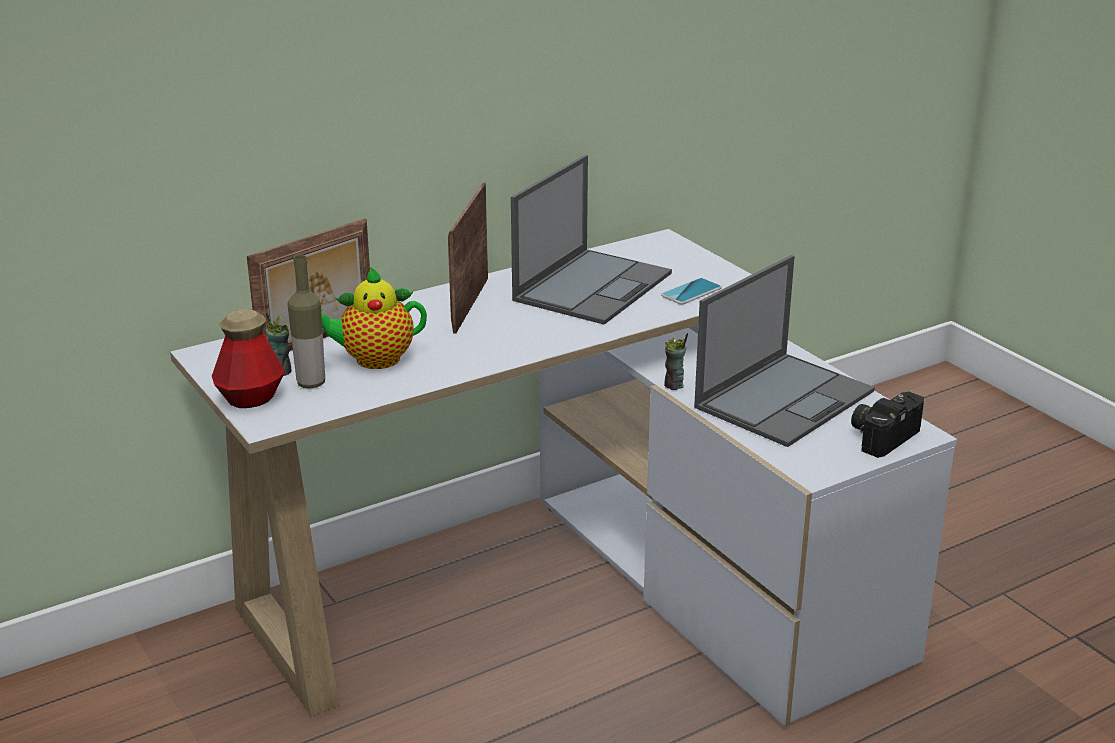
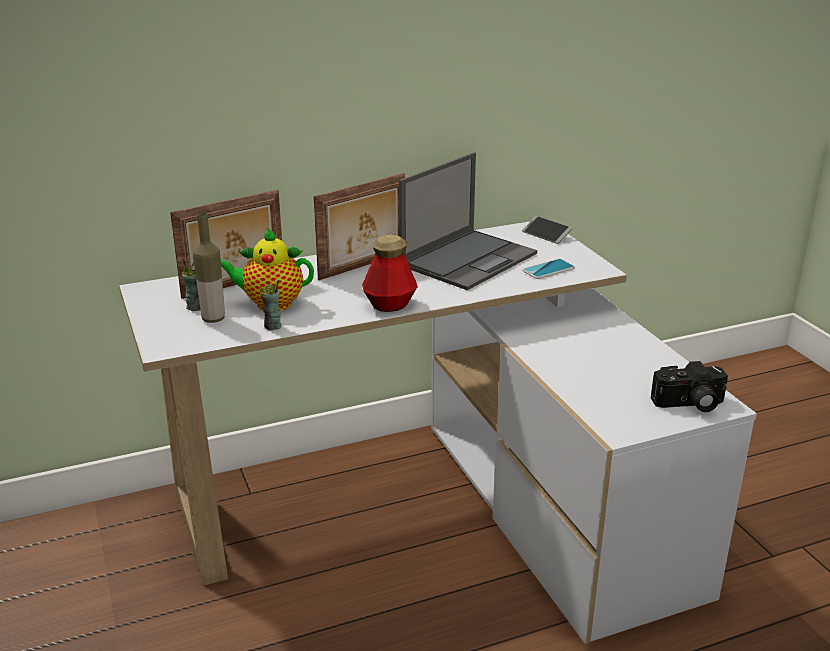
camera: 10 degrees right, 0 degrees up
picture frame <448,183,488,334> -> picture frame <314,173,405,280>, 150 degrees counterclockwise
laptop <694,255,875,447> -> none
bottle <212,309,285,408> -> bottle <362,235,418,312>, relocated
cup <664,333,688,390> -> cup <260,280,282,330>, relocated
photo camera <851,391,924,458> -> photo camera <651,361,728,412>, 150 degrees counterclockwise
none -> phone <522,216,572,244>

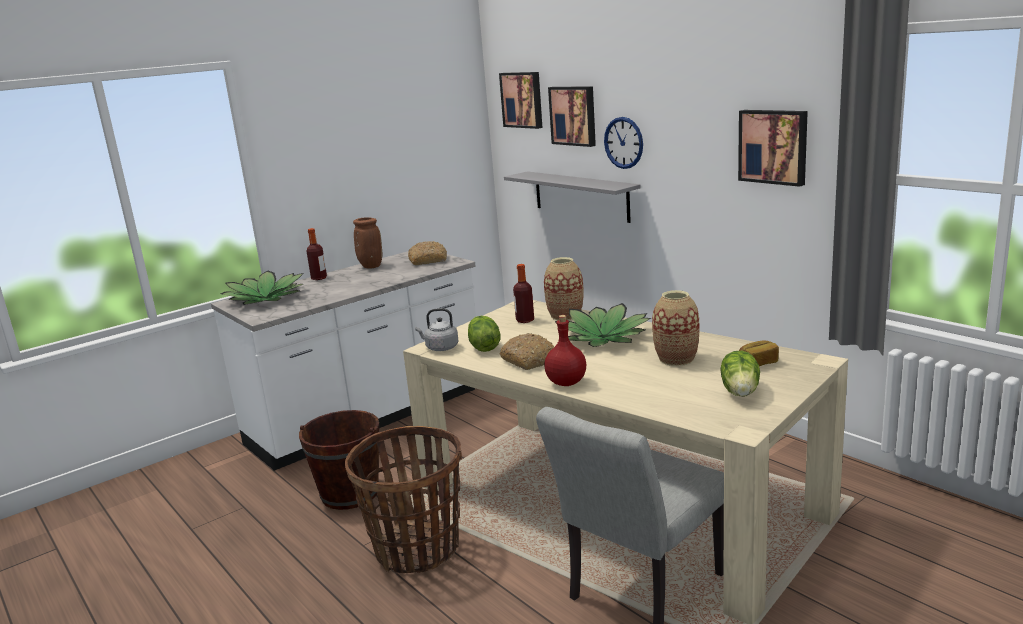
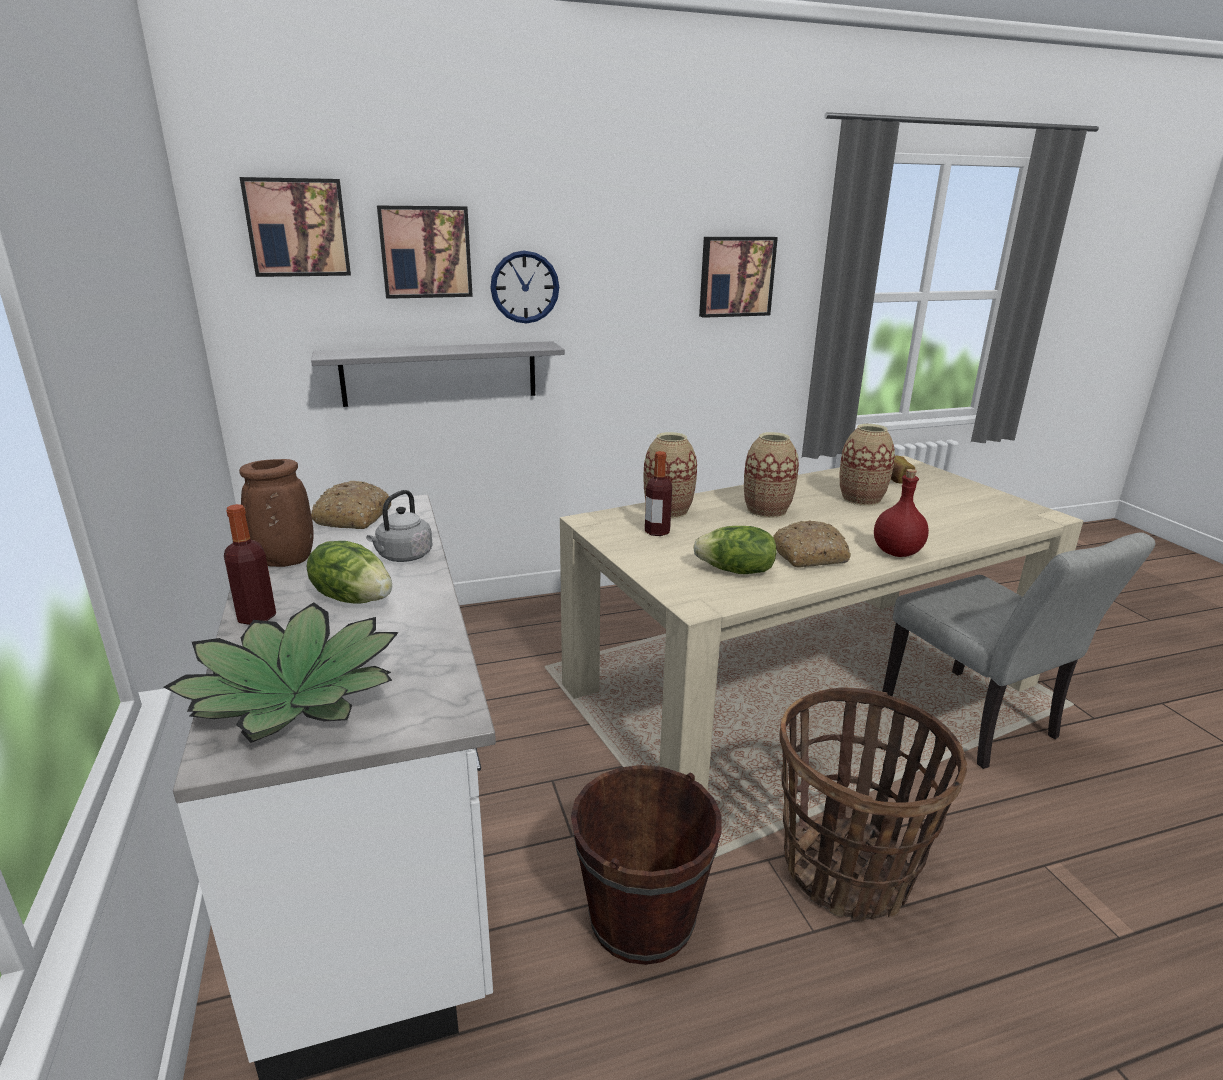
camera: 70 degrees left, 5 degrees up
potted plant <554,303,651,347> -> vase <744,432,799,518>
grey kettle <415,308,458,351> -> grey kettle <366,490,433,562>, relocated
lettuce <721,351,760,397> -> lettuce <307,541,392,603>, relocated

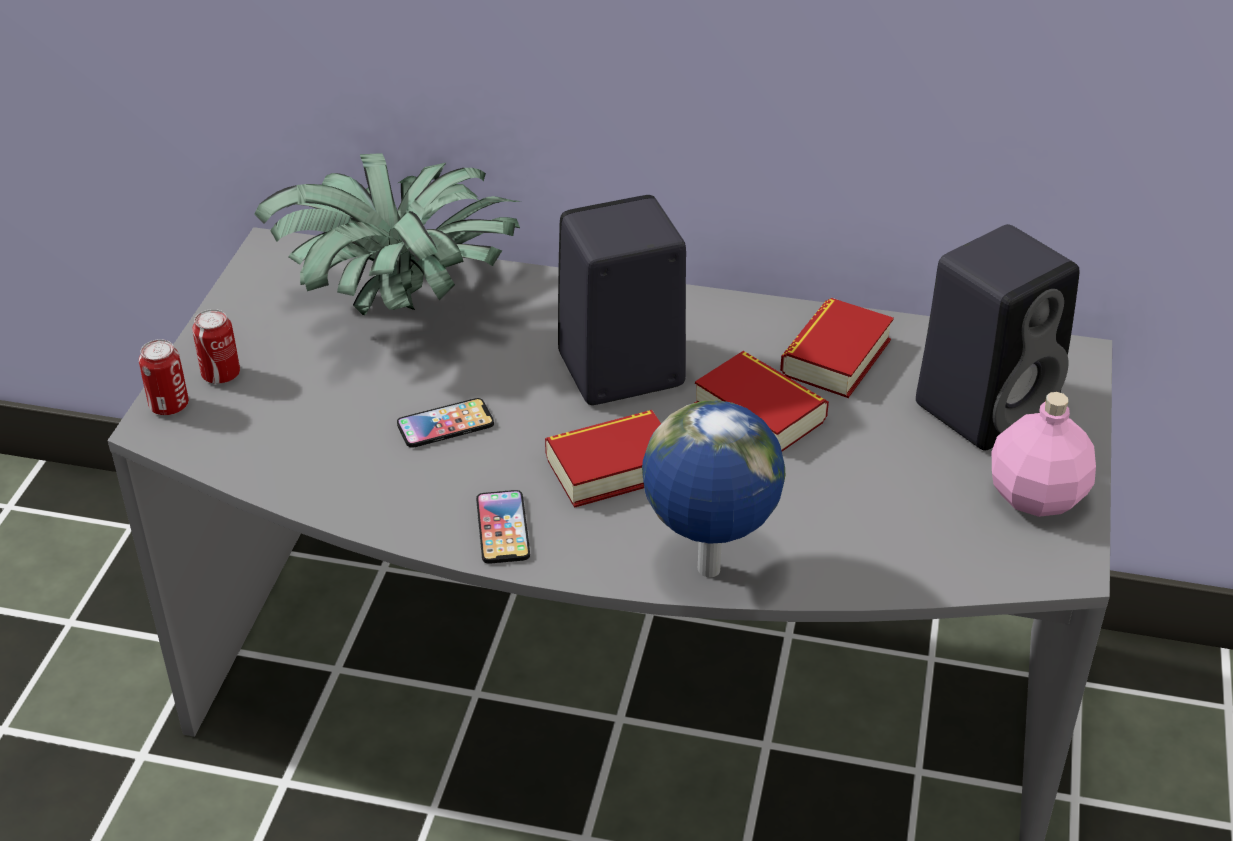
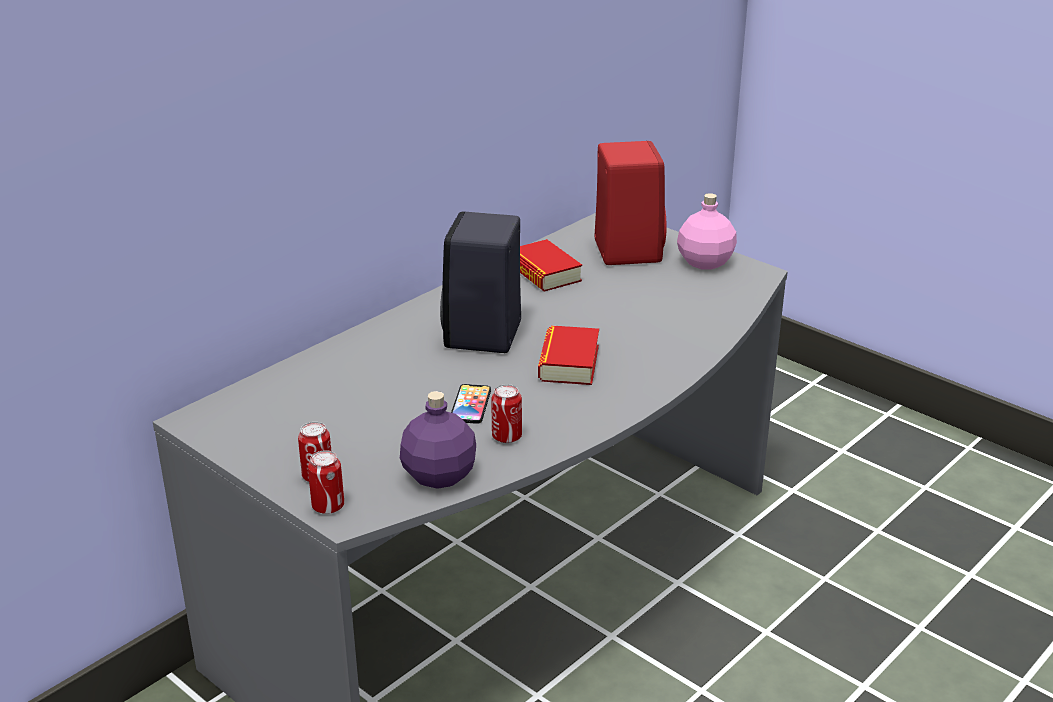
camera: 60 degrees left, 10 degrees down
potted plant <255,153,520,315> -> none
black speaker <916,224,1079,451> -> red speaker <595,141,667,265>
book <694,351,829,451> -> none
globe <642,400,785,577> -> none
phone <476,490,530,564> -> none
none -> can <492,384,522,443>
none -> purple bottle <400,391,476,489>

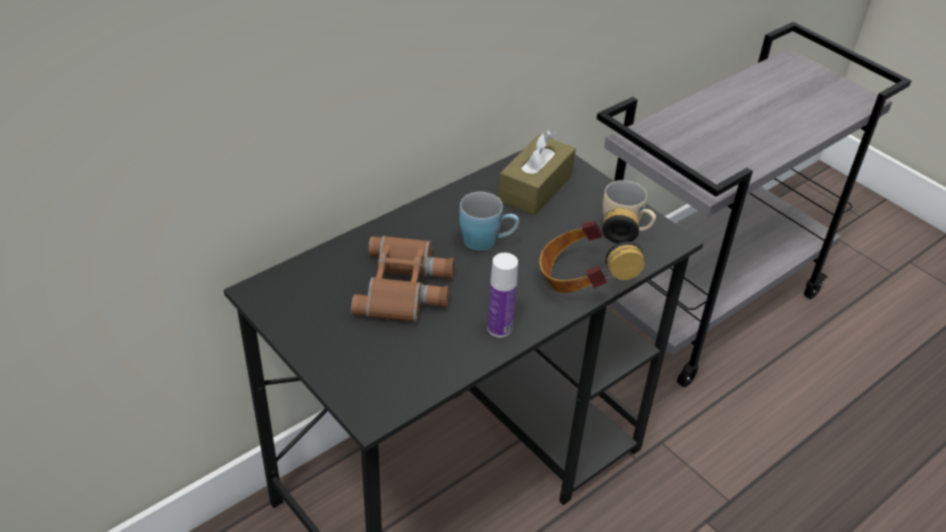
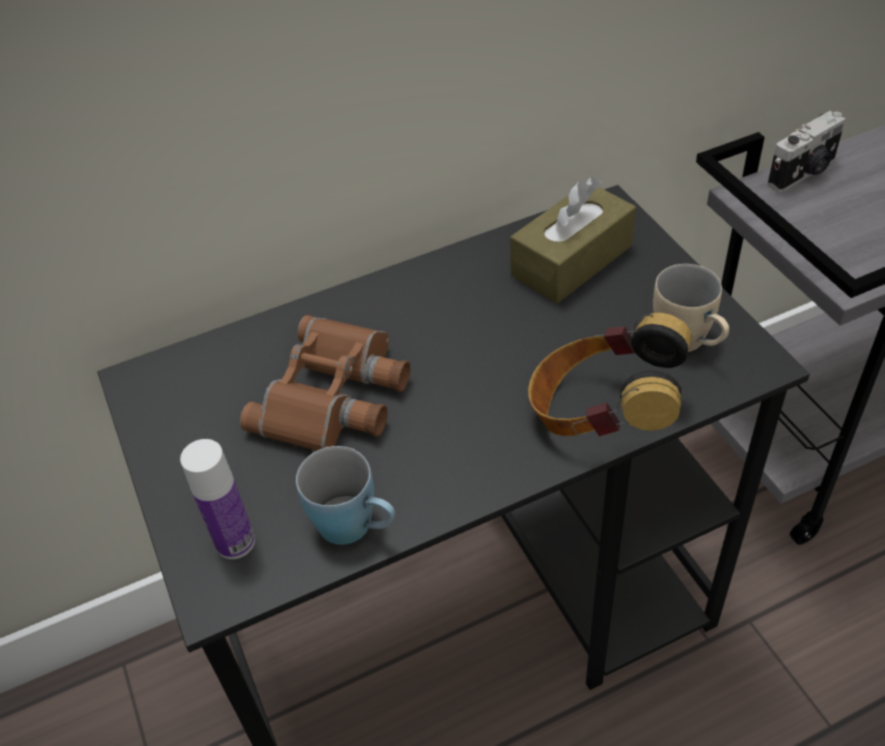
camera: 20 degrees right, 5 degrees up
blue mug <459,192,519,251> -> blue mug <296,446,395,545>, relocated
bottle <487,253,518,337> -> bottle <180,439,255,559>, relocated
none -> photo camera <767,111,846,192>

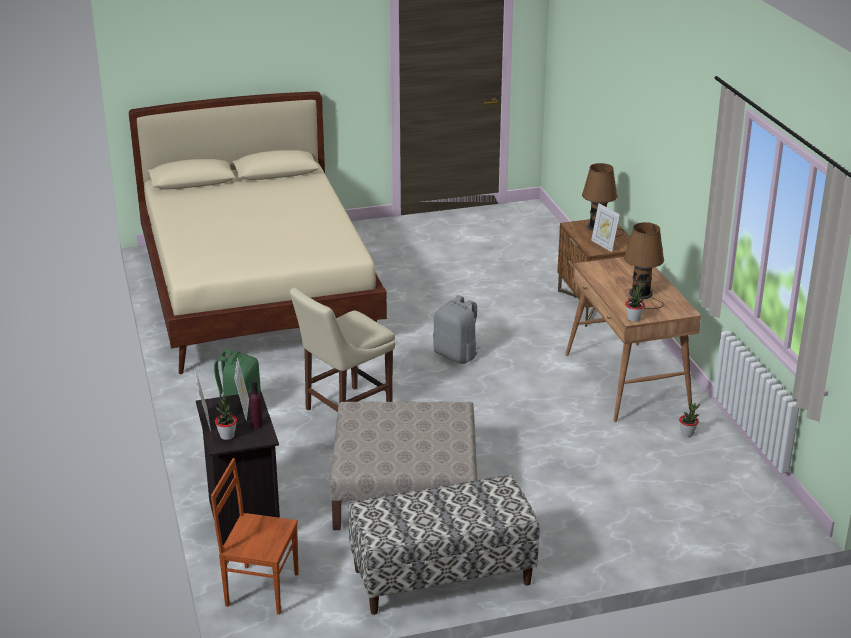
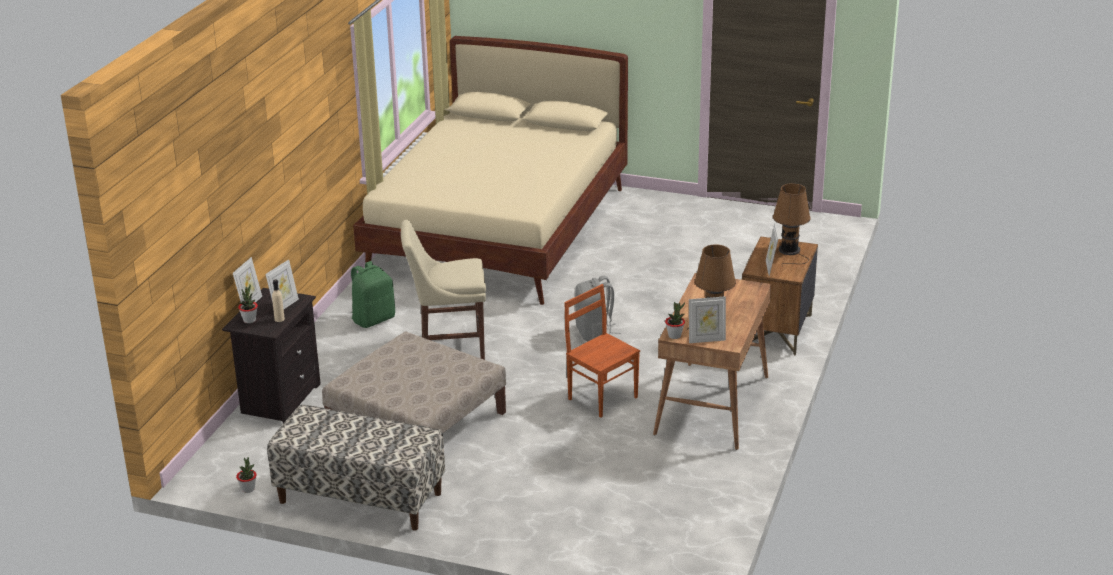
camera: 35 degrees right, 0 degrees up
purple bottle <250,380,263,428> -> beige bottle <272,280,285,322>
potted plant <679,402,700,437> -> potted plant <236,457,257,493>, relocated
brown chair <211,458,299,615> -> brown chair <564,284,640,418>, relocated
none -> picture frame <689,296,726,343>

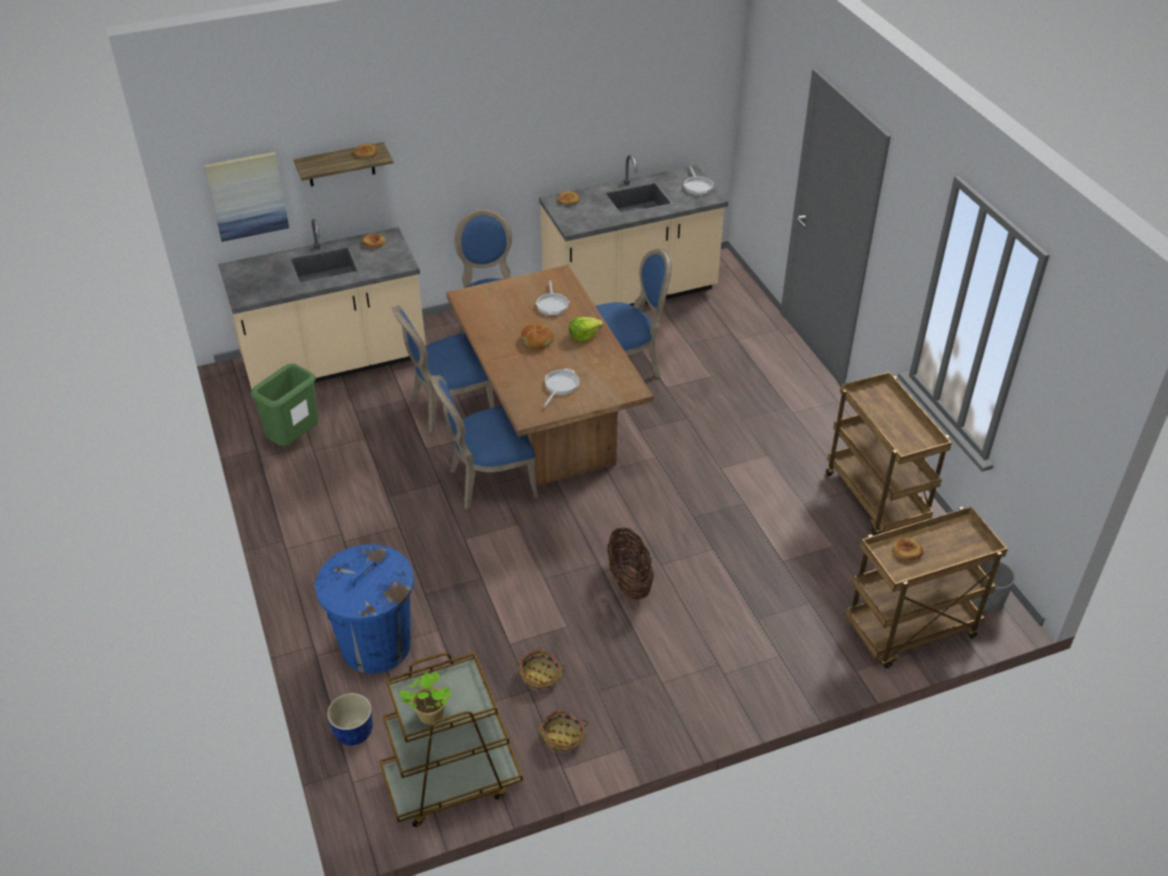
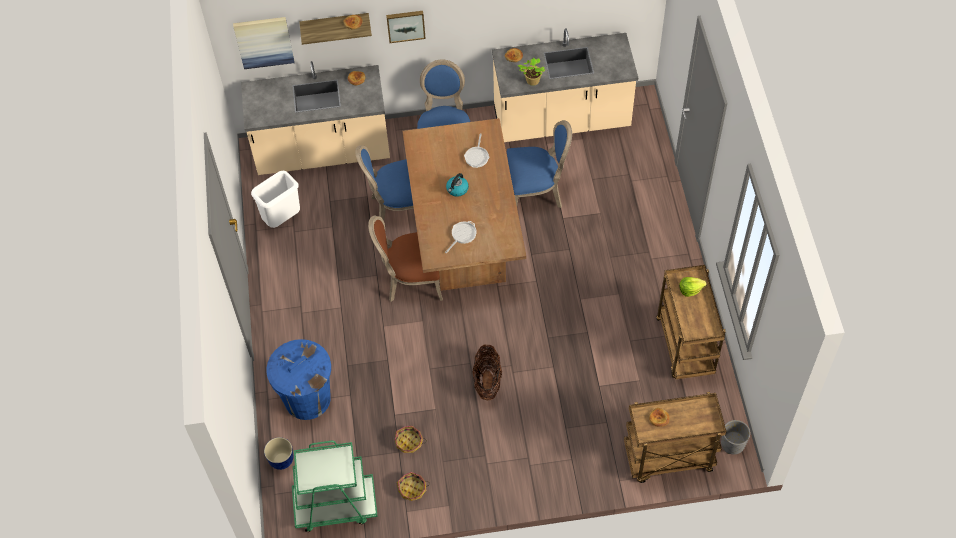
camera: 15 degrees right, 15 degrees up
frying pan <684,166,714,195> -> none
lettuce <569,317,603,342> -> lettuce <679,277,707,297>, relocated
bread <521,323,554,349> -> kettle <446,173,469,197>
green trash can <251,364,318,446> -> white trash can <251,171,300,228>
blue chair <431,375,538,510> -> brown chair <368,216,443,302>
brown cart <379,652,523,827> -> green cart <292,441,378,532>
potted plant <397,671,452,725> -> potted plant <518,58,545,86>, relocated
none -> picture <386,11,426,43>

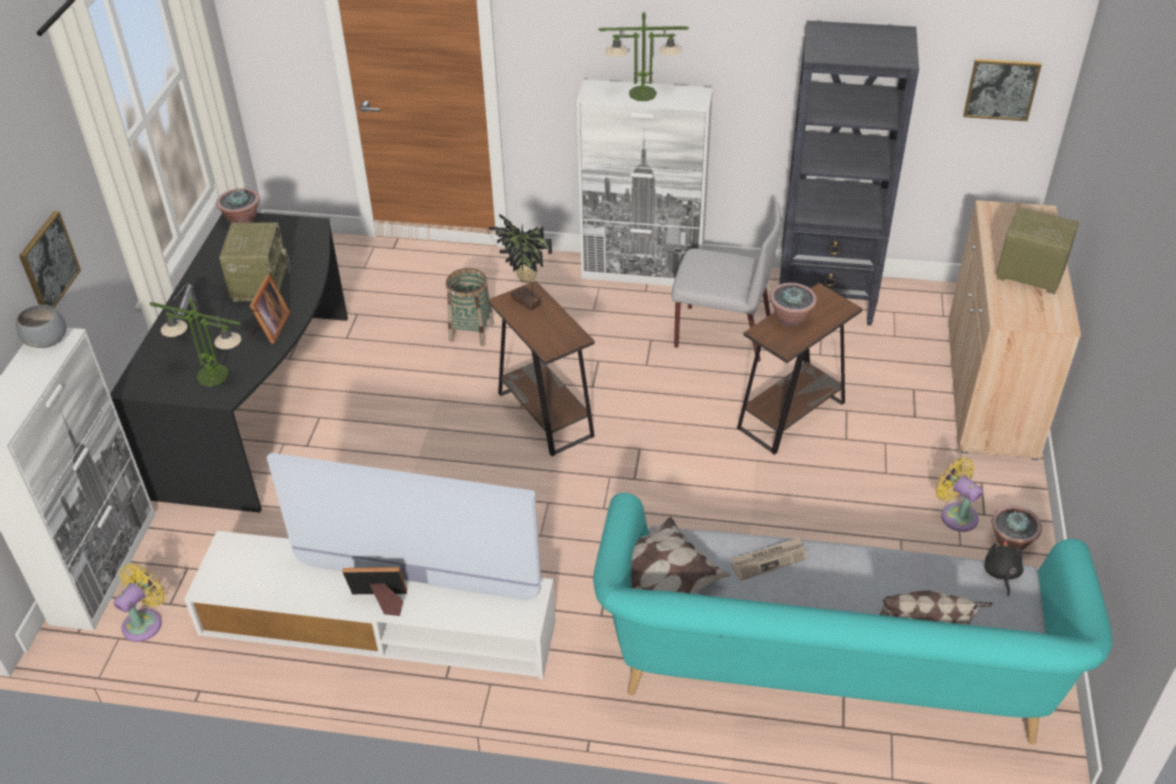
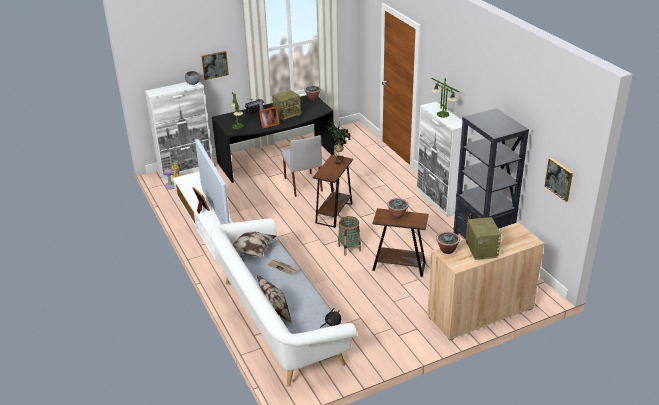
camera: 55 degrees right, 10 degrees down
grey chair <672,203,781,362> -> grey chair <281,135,323,197>, relocated
basket <446,268,494,346> -> basket <338,216,361,255>, relocated
yellow fan <935,457,983,532> -> none
turquoise sofa <593,493,1112,745> -> white sofa <210,219,357,387>
potted plant <992,506,1042,550> -> potted plant <436,232,460,254>, relocated

